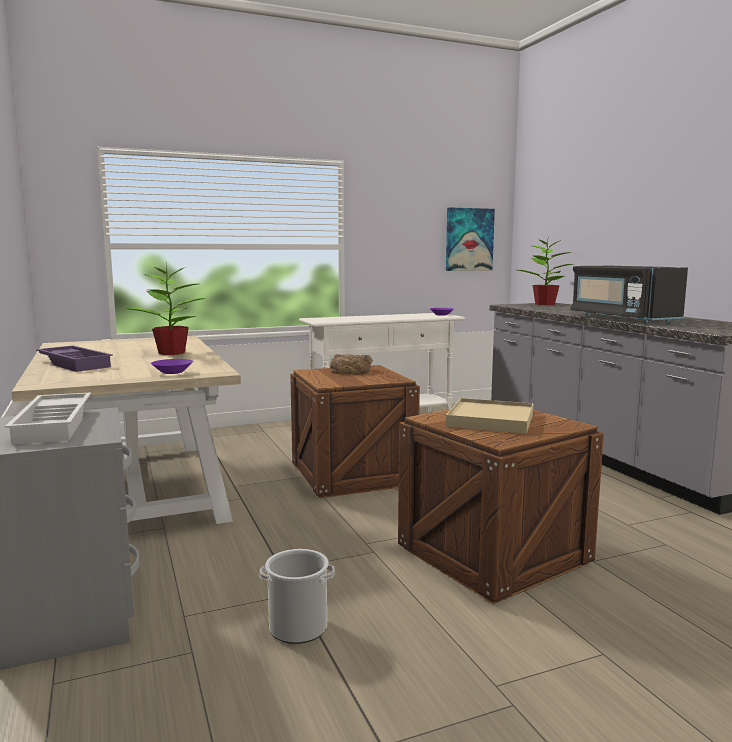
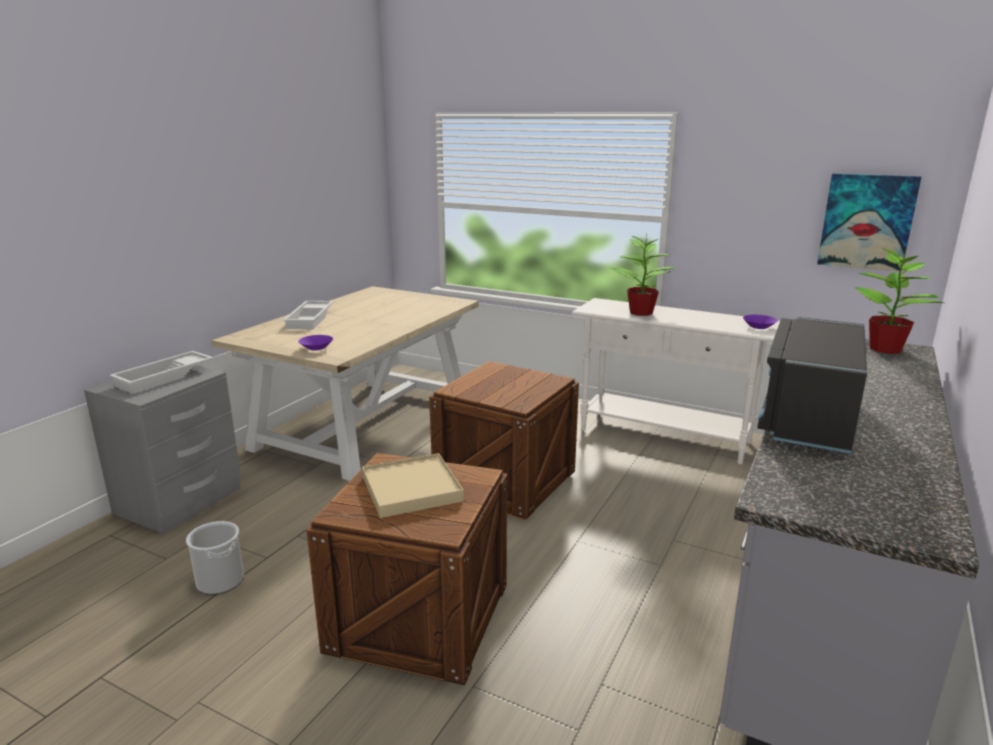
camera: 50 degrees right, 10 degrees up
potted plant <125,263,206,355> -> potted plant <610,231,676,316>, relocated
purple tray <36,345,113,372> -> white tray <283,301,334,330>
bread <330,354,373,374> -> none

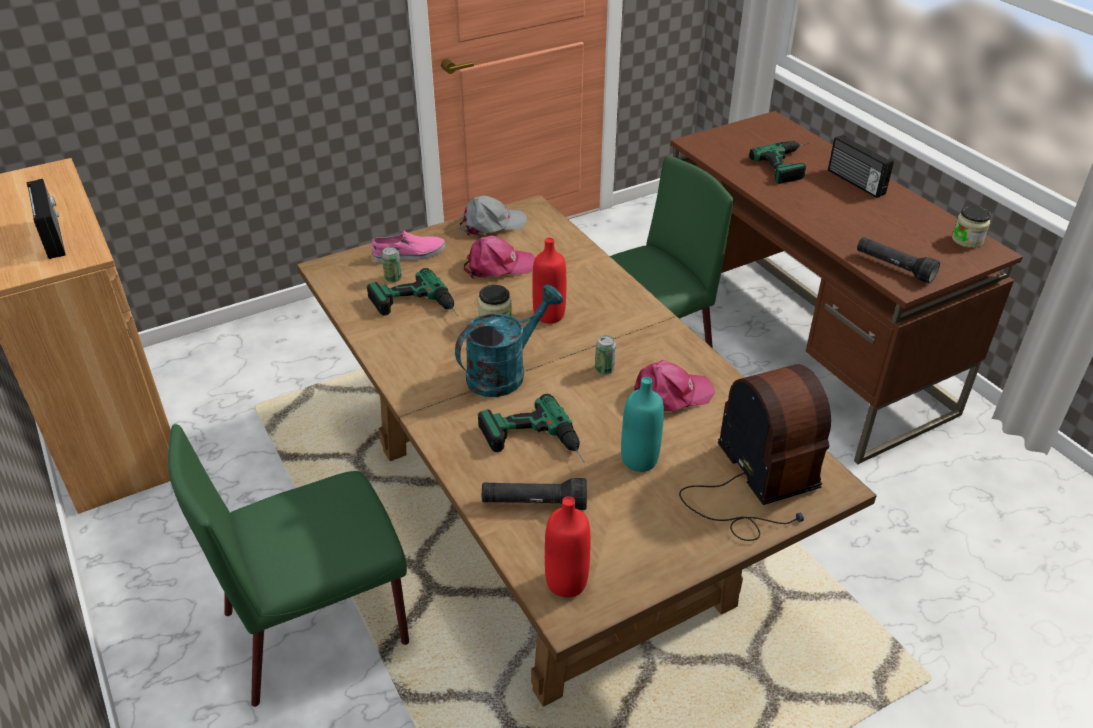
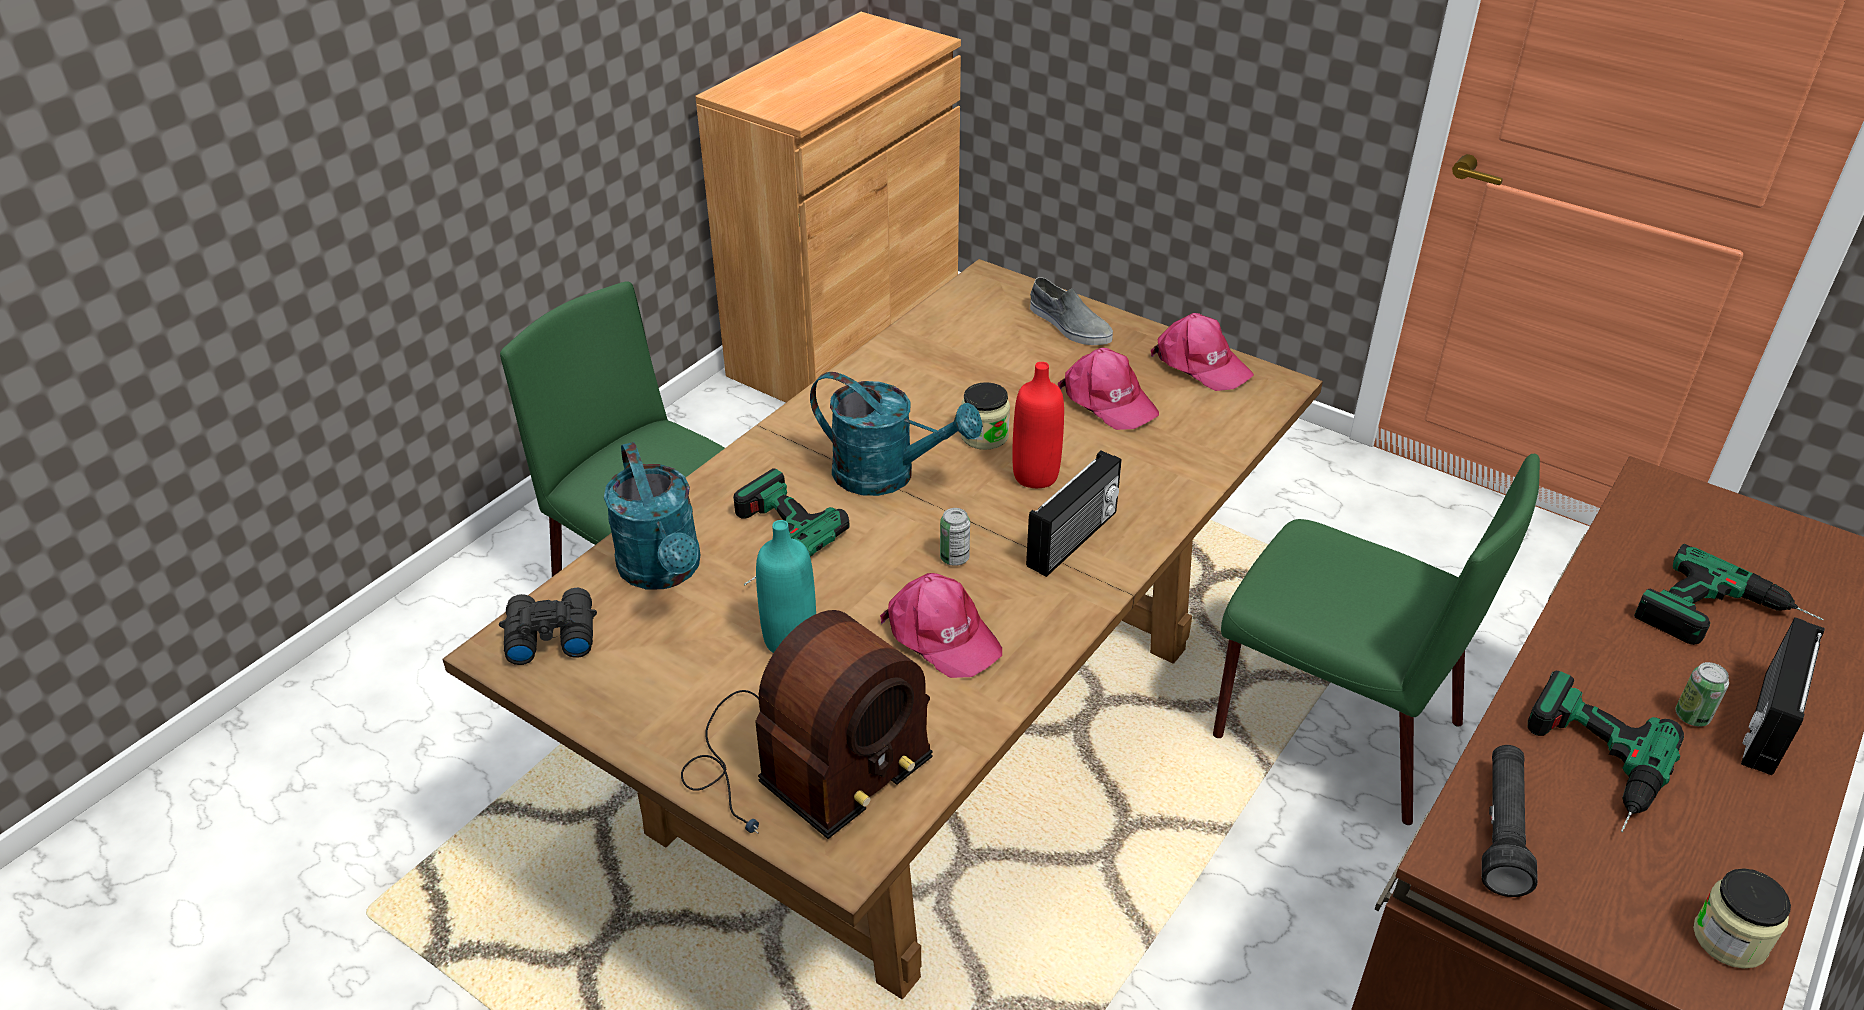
camera: 65 degrees right, 0 degrees up
radio <27,179,66,259> -> radio <1026,451,1122,577>, relocated
grey cap <460,195,527,237> -> pink cap <1151,313,1254,391>
pink shoe <372,230,445,263> -> grey shoe <1030,277,1113,345>
can <381,247,402,282> -> can <1676,662,1729,727>, relocated
power drill <367,268,458,316> -> power drill <1528,670,1684,832>, relocated
black flashlight <482,478,587,510> -> turquoise watering can <604,442,701,589>
red bottle <545,497,591,597> -> black binoculars <499,588,597,665>

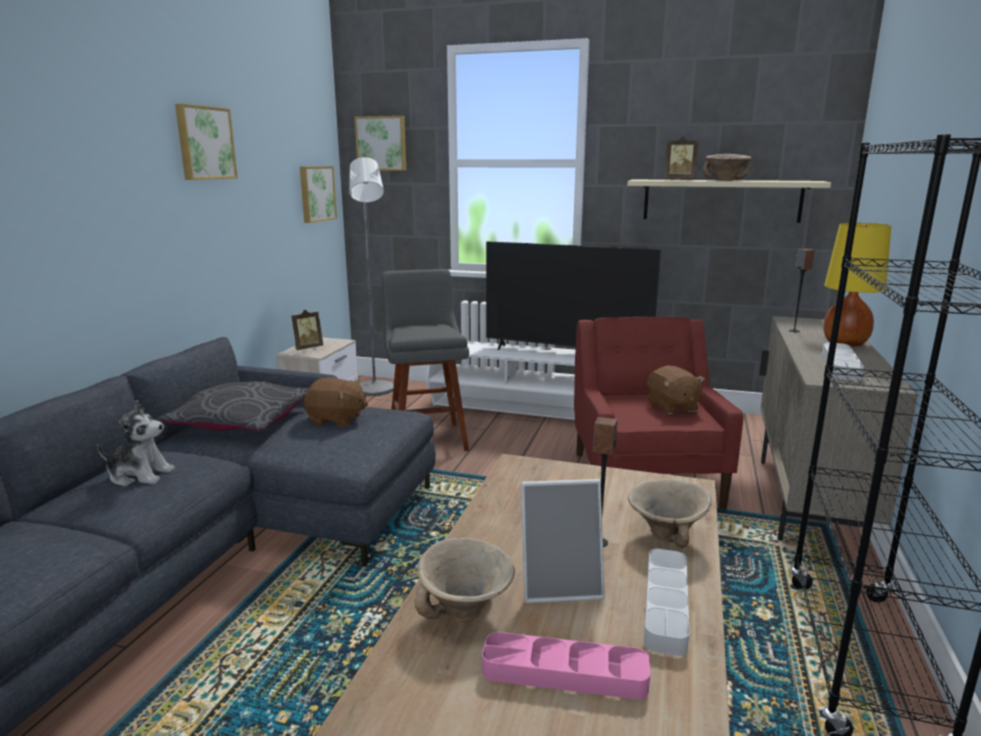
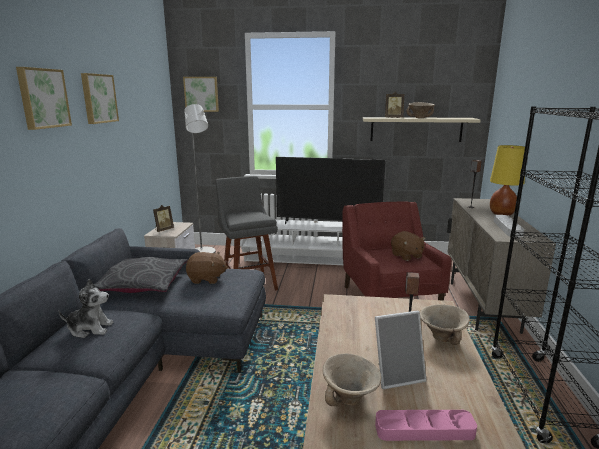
camera: 10 degrees left, 0 degrees up
picture <300,166,337,223> -> picture <16,67,72,130>, relocated
grey tray <644,549,690,656> -> none

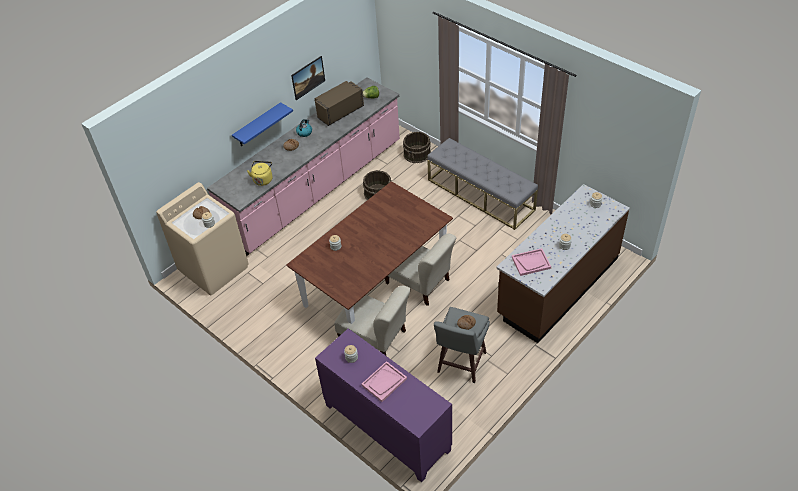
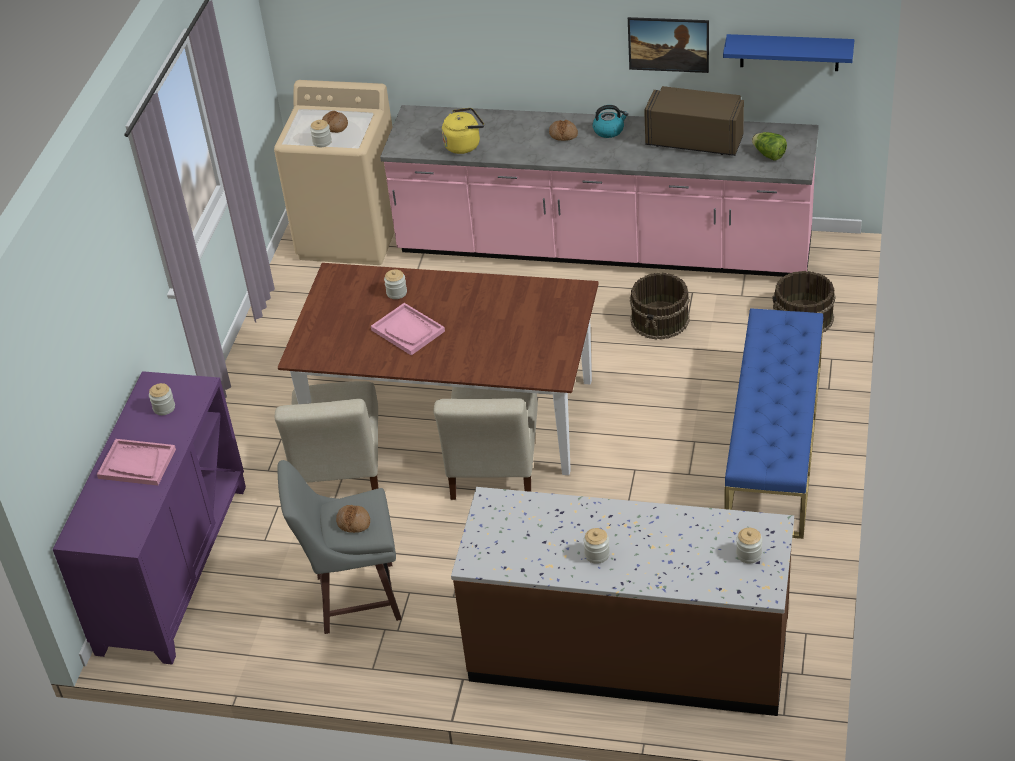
camera: 60 degrees right, 5 degrees down
blue shelf <232,102,293,146> -> blue shelf <723,34,854,71>, relocated
grey bench <427,138,538,230> -> blue bench <724,308,823,539>
pink tray <512,248,551,276> -> pink tray <371,303,445,355>, relocated

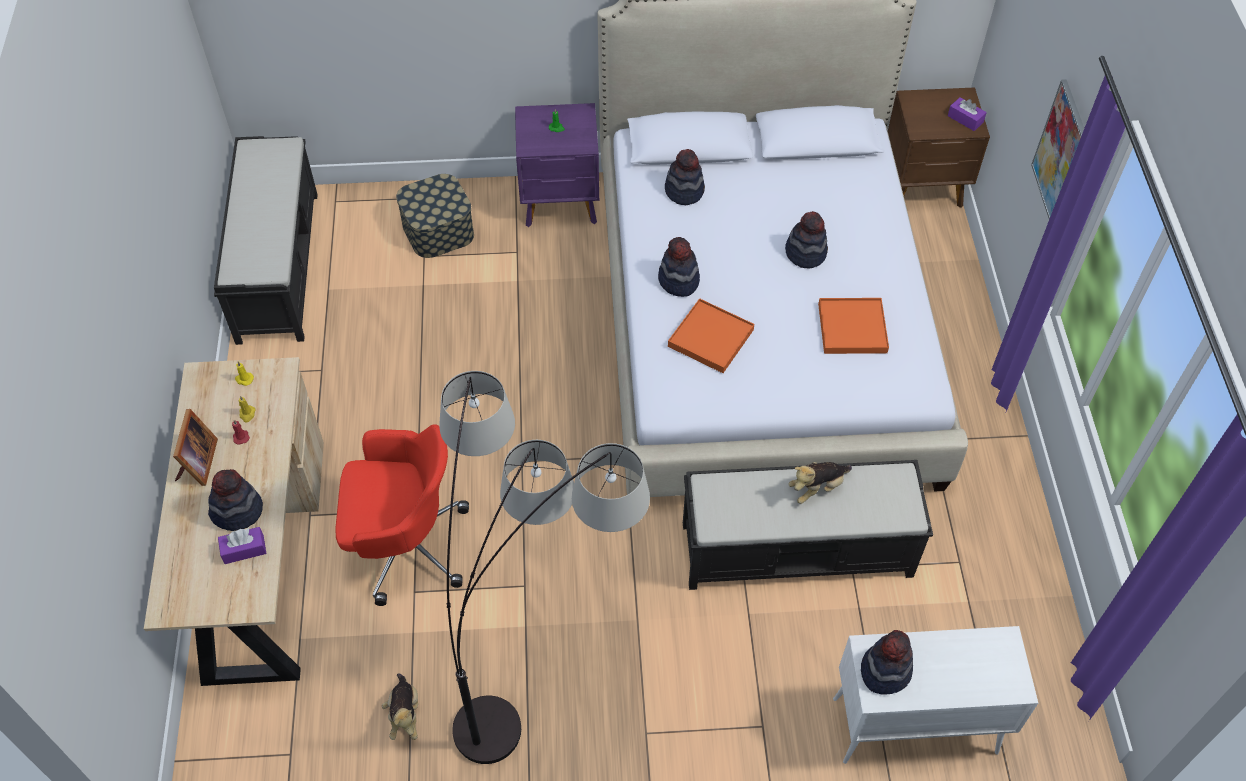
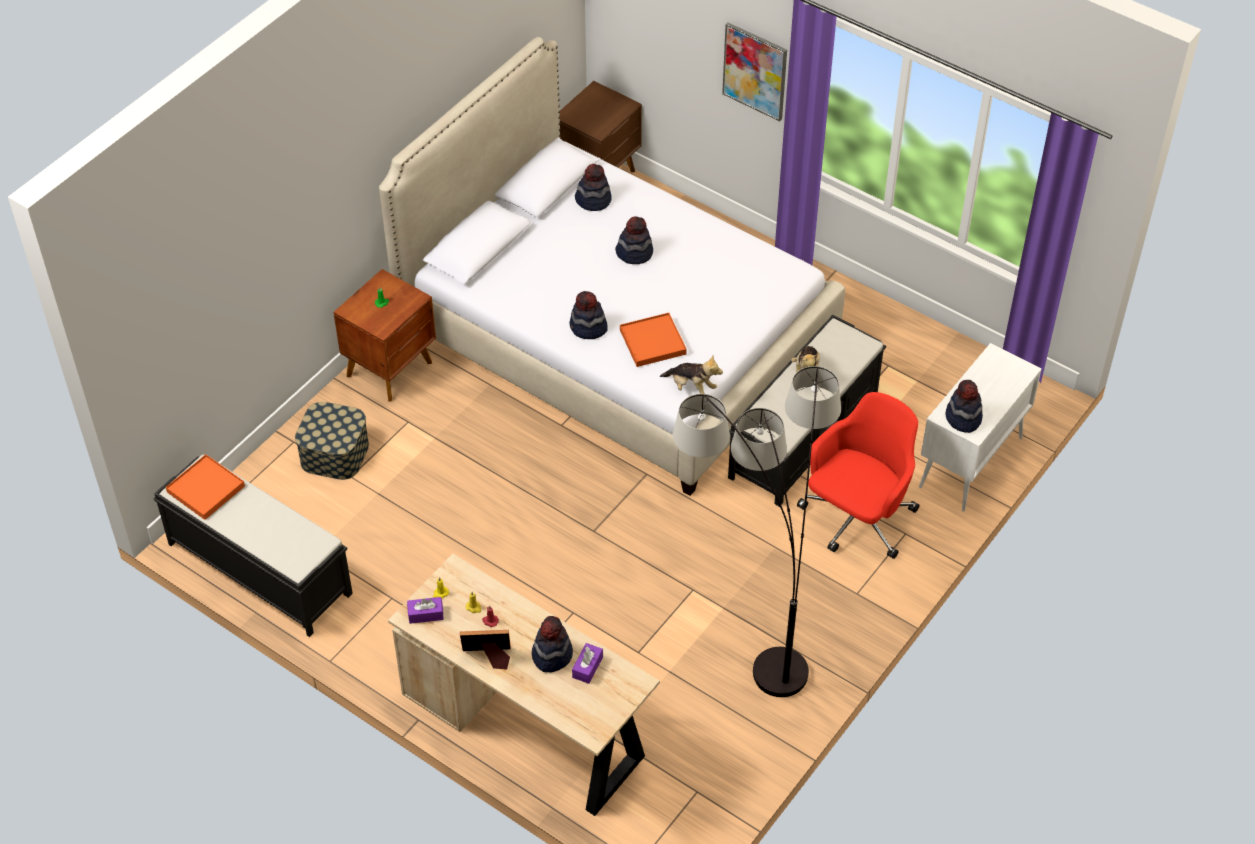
camera: 50 degrees left, 5 degrees down
purple tissue box <948,97,987,131> -> purple tissue box <407,597,444,624>, relocated
purple nightstand <515,103,599,227> -> brown nightstand <333,269,436,402>
hat <665,149,705,205> -> hat <575,164,612,211>, relocated
orange tray <818,298,889,354> -> orange tray <166,454,245,520>, relocated
picture frame <173,409,218,486> -> picture frame <460,630,511,670>, 45 degrees counterclockwise
red office chair <335,424,469,606> -> red office chair <797,392,920,559>, relocated
plush toy <382,673,418,740> -> plush toy <660,355,723,394>, relocated

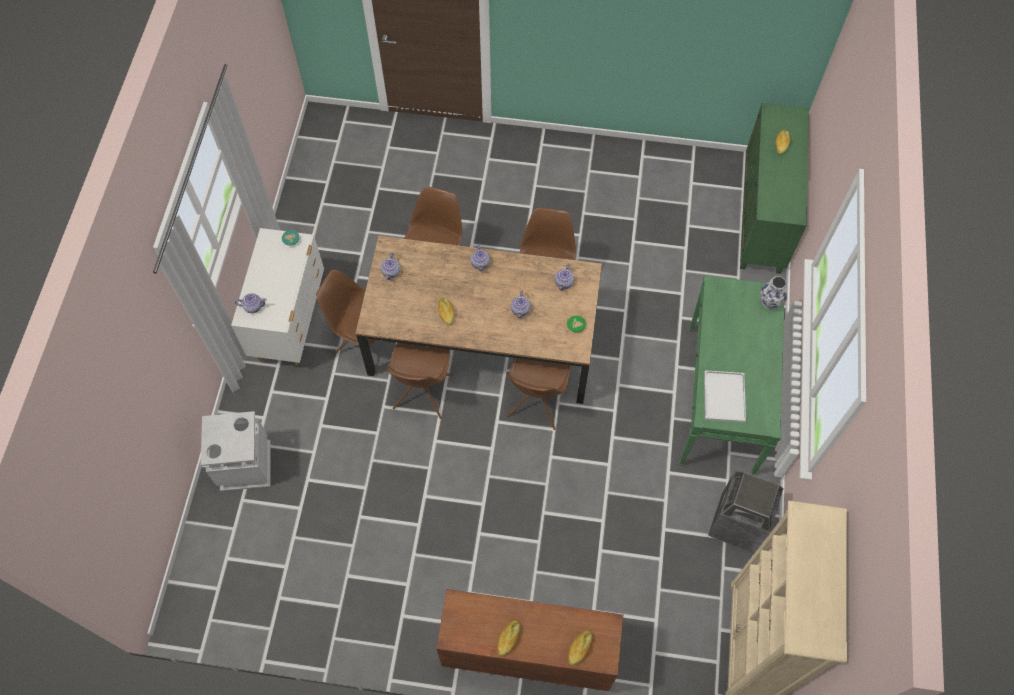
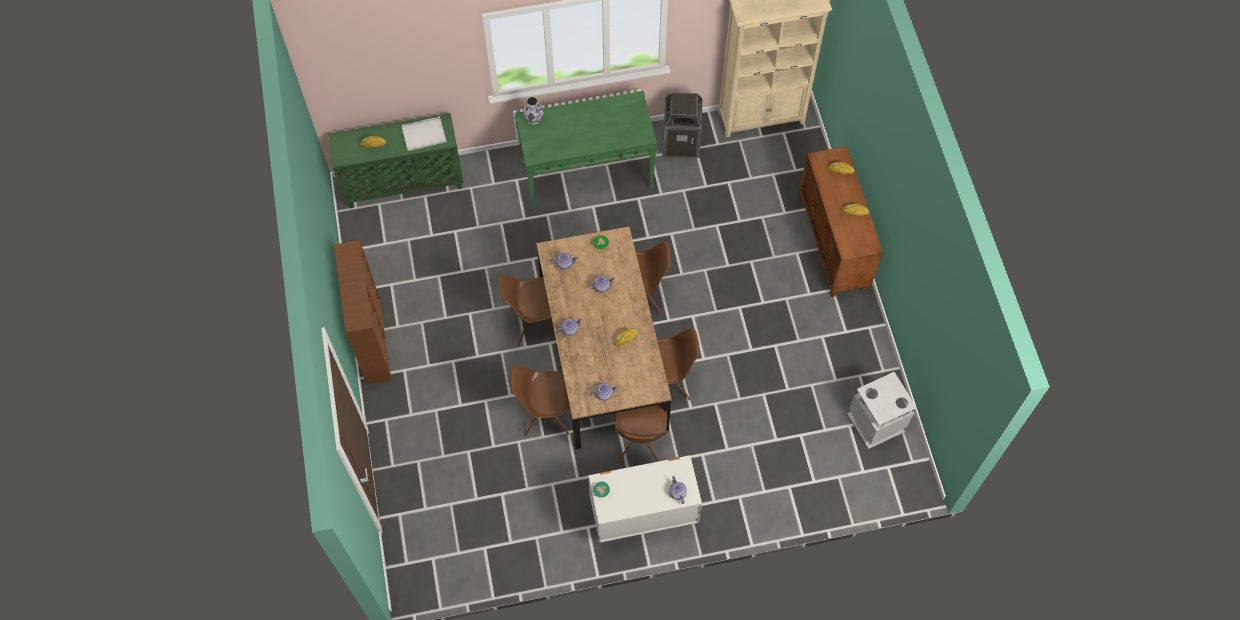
camera: 110 degrees left, 0 degrees up
white tray <704,370,746,422> -> white tray <401,116,446,151>, relocated
grey trash can <201,411,270,491> -> grey trash can <847,372,917,449>, relocated
none -> brown bookcase <334,240,392,385>

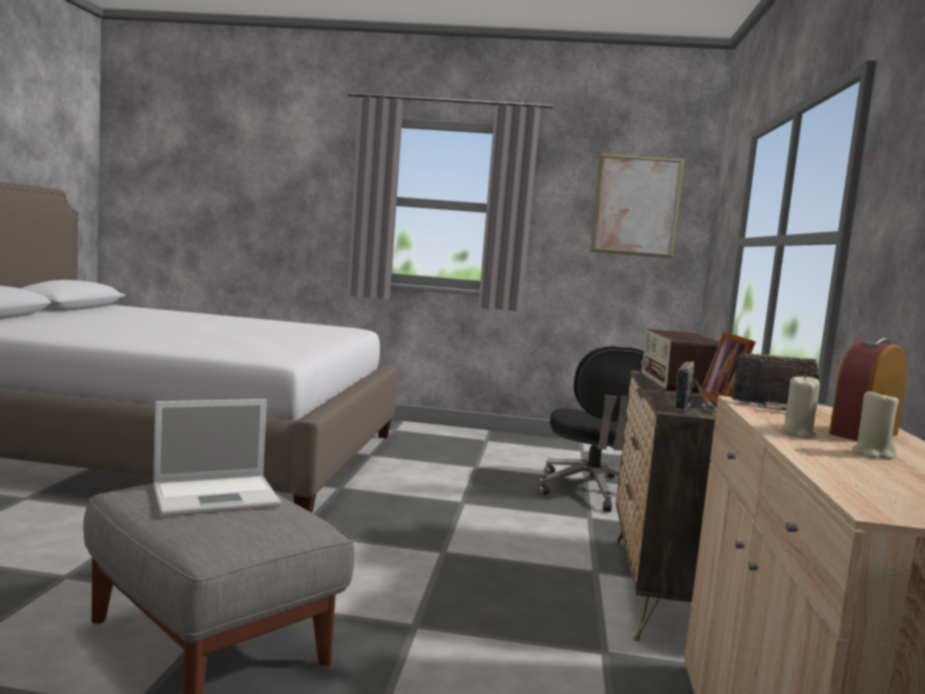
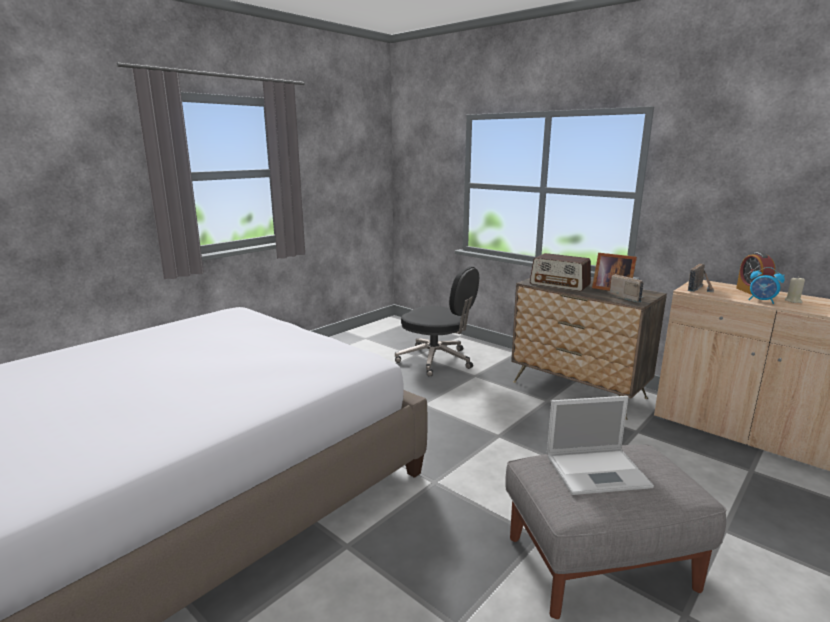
camera: 55 degrees left, 10 degrees up
picture <590,153,686,258> -> none
beige candle <779,374,820,438> -> alarm clock <748,267,785,304>
laptop <153,399,282,517> -> laptop <547,396,654,495>, 75 degrees clockwise

